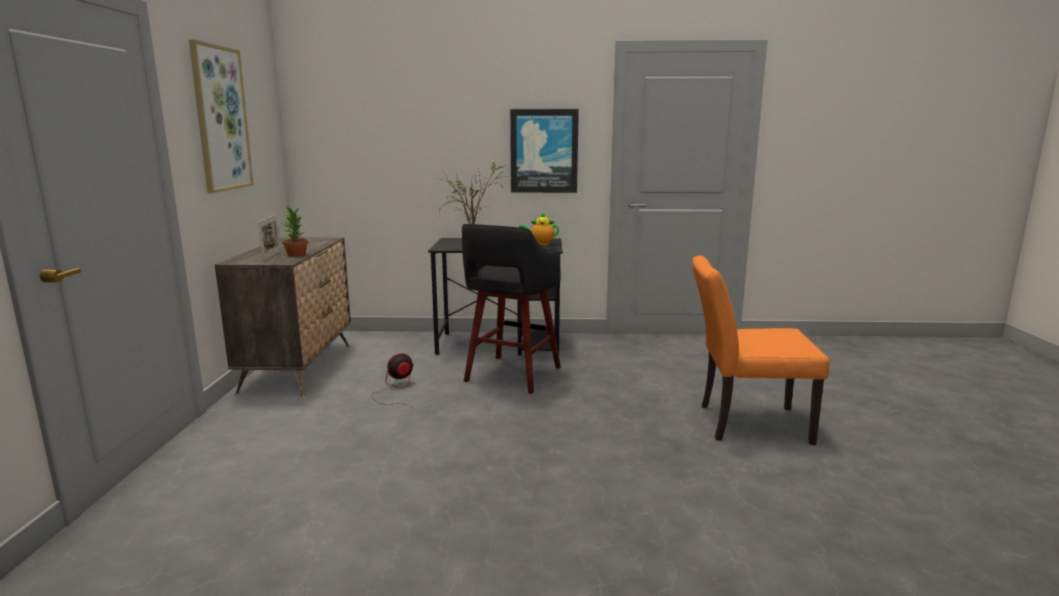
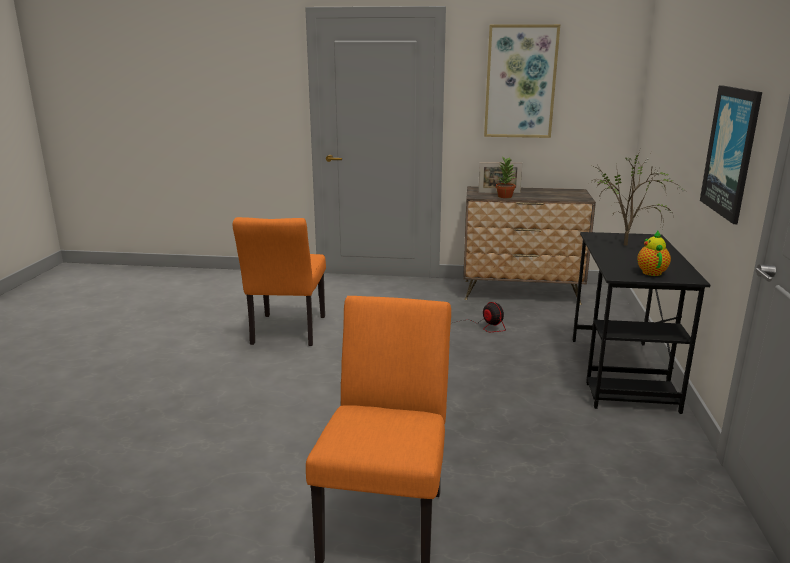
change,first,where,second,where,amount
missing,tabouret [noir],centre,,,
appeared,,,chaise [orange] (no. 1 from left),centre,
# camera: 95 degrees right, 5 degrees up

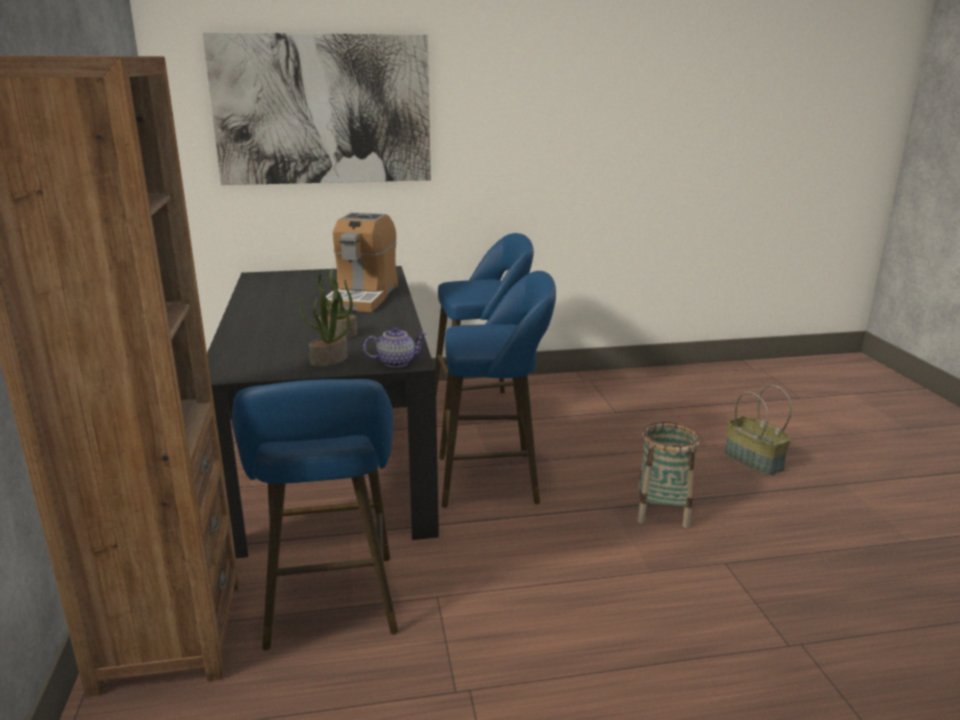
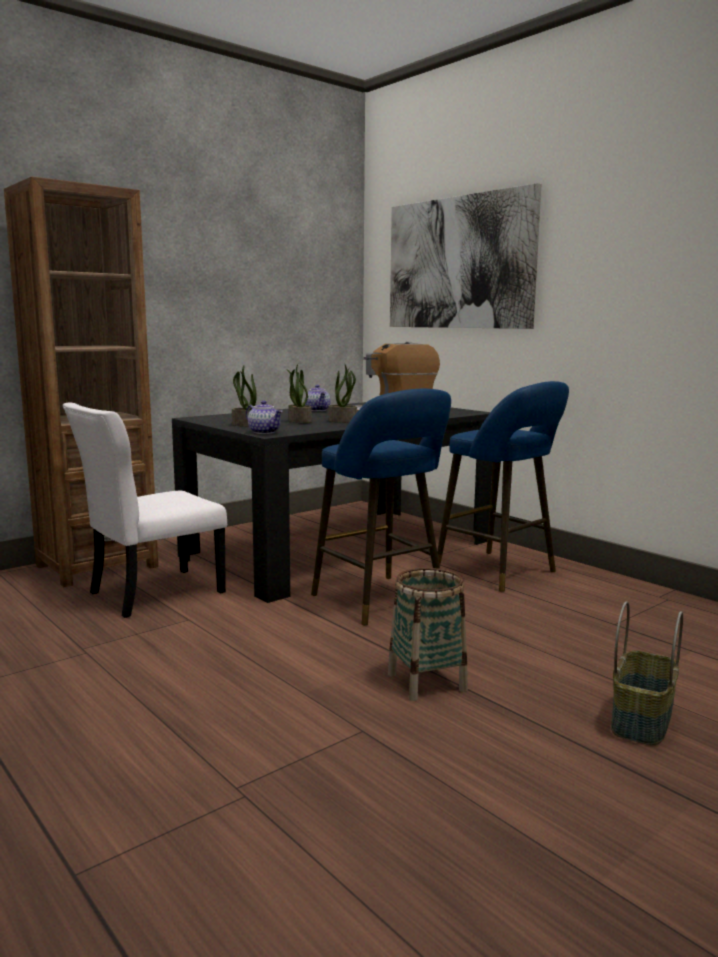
change,first,where,second,where,amount
exchanged,tabouret [bleu] (no. 1 from left),bottom left,chaise [blanc],middle left,
appeared,,,théière (no. 2 from left),centre,
appeared,,,plante en pot (no. 3 from left),centre,
# camera: 60 degrees right, 10 degrees down

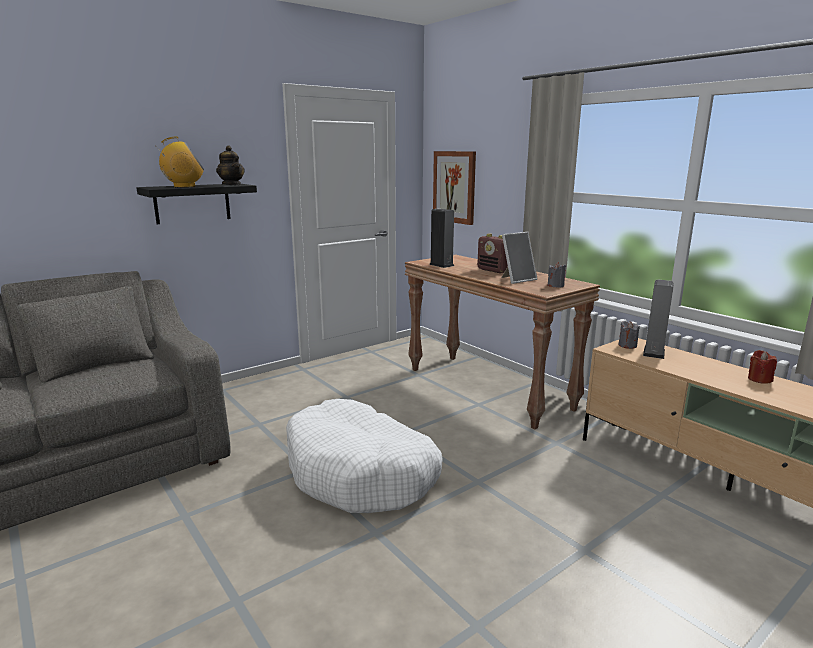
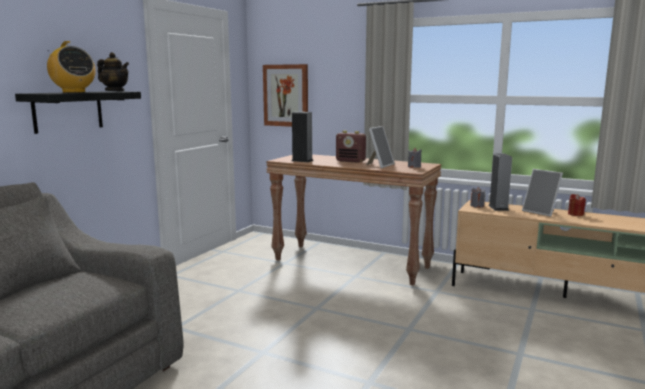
change,first,where,second,where,amount
spun,radio (no. 1 from left),top left,,top left,90 degrees clockwise
missing,panier pour chien [blanc],bottom centre,,,
appeared,,,cadre photo (no. 2 from left),middle right,
# camera: 25 degrees left, 5 degrees down

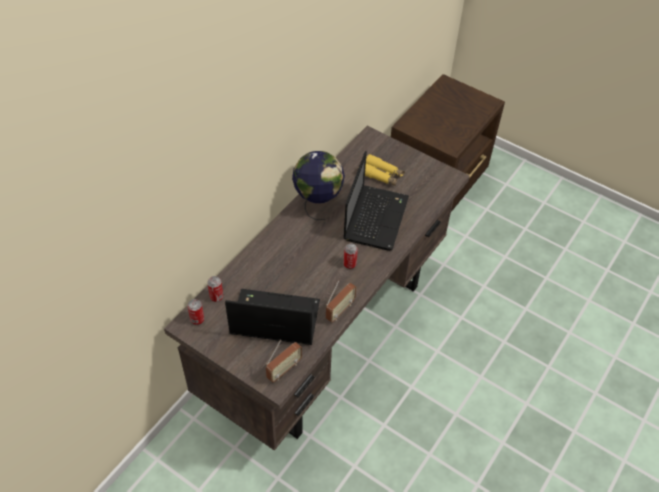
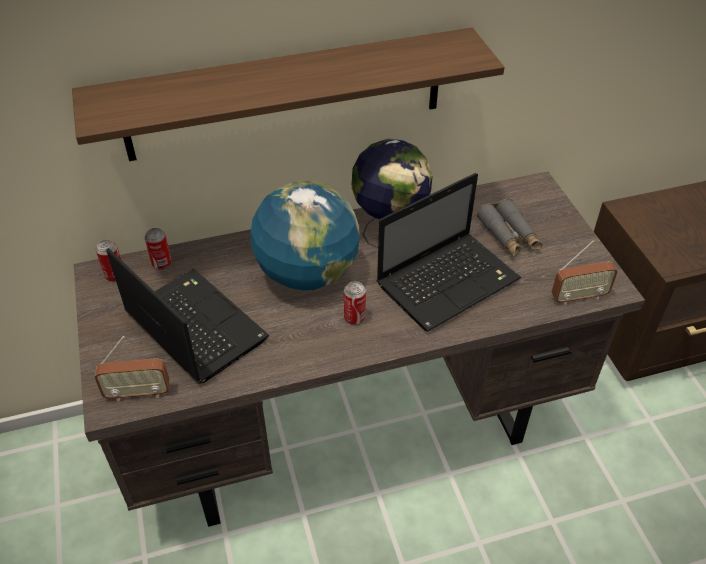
change,first,where,second,where,amount
relocated,radio (no. 2 from left),centre,,middle right,
colour,jumelles [jaune],centre,jumelles [gris],middle right,
appeared,,,étagère,top centre,
appeared,,,globe (no. 1 from left),centre,
# camera: 40 degrees right, 5 degrees down

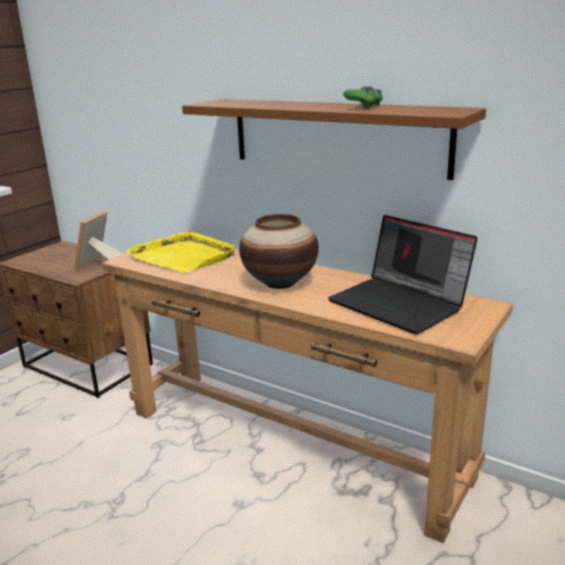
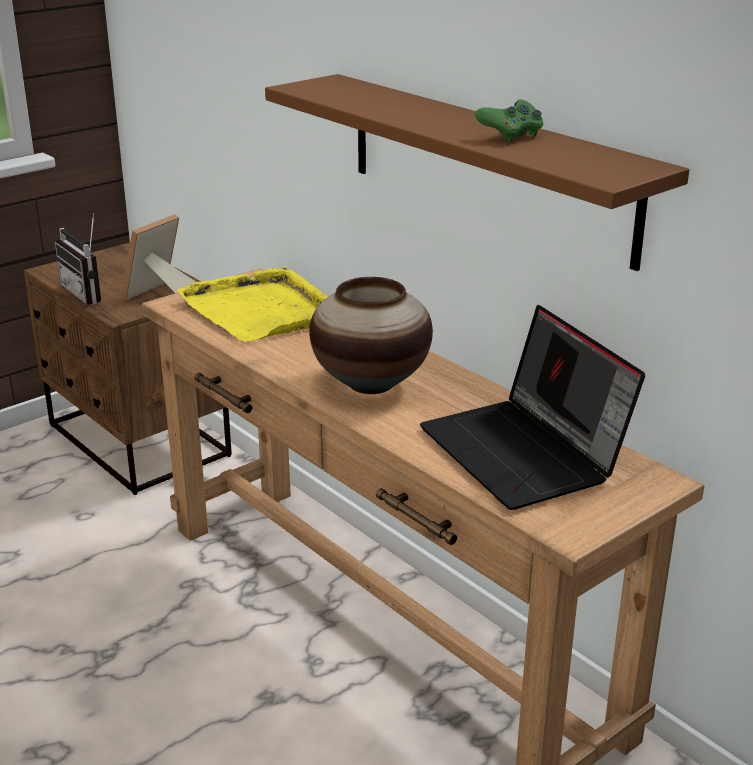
change,first,where,second,where,amount
appeared,,,radio,middle left,
# camera: 15 degrees right, 5 degrees up

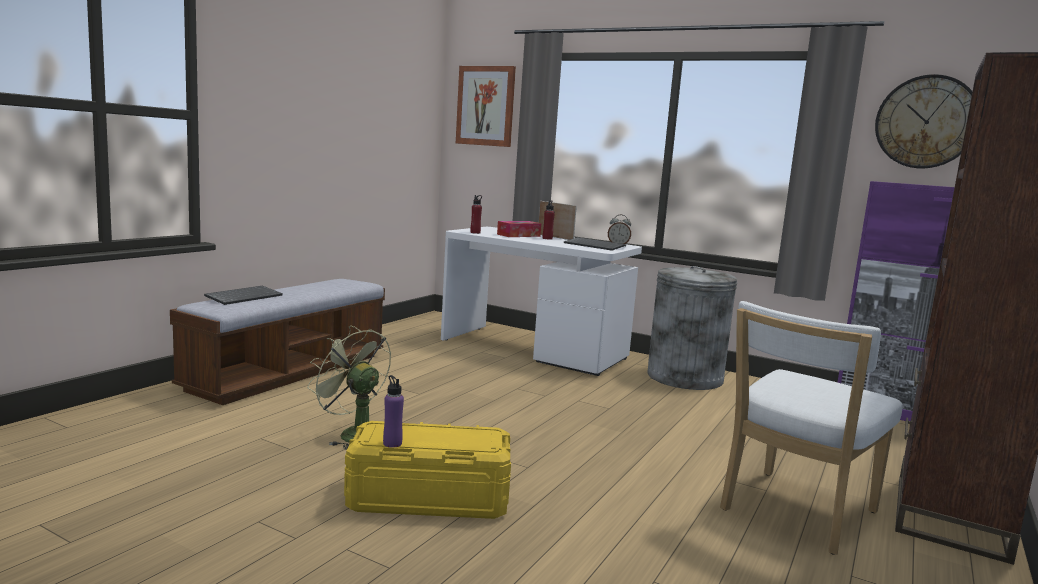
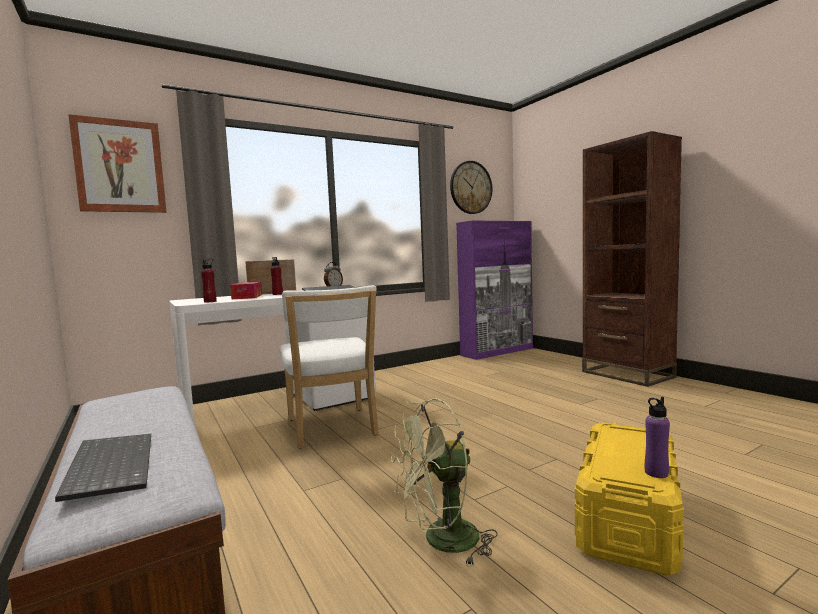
change,first,where,second,where,amount
missing,poubelle [gris],middle right,,,
relocated,chaise [blanc],bottom right,,centre,
# camera: 60 degrees left, 5 degrees down

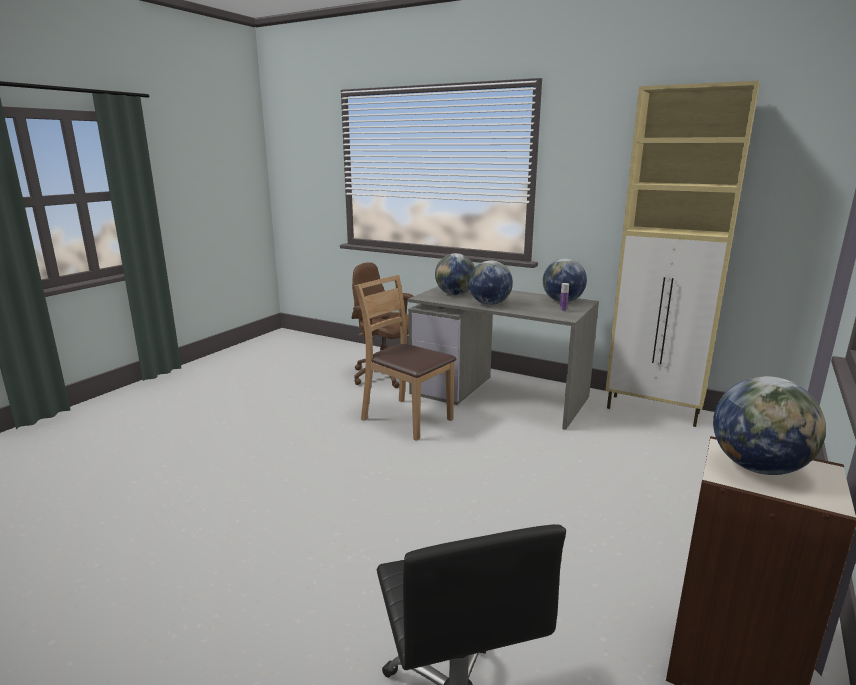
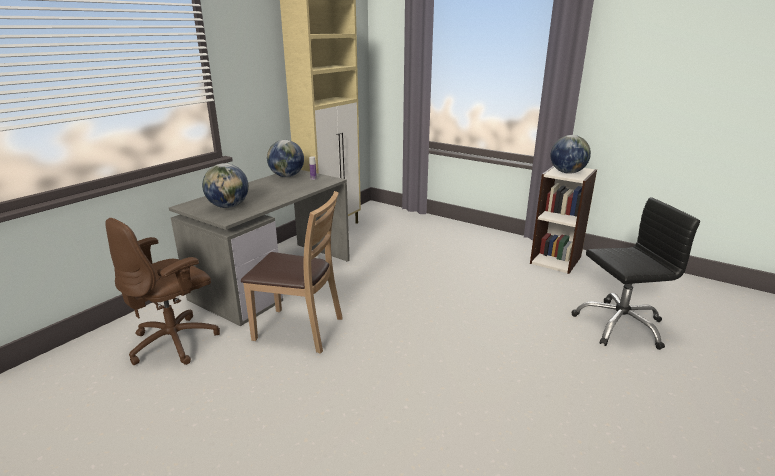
change,first,where,second,where,amount
spun,chaise [marron],centre,,centre,120 degrees counterclockwise
missing,globe (no. 2 from left),centre,,,
# camera: 85 degrees left, 5 degrees up

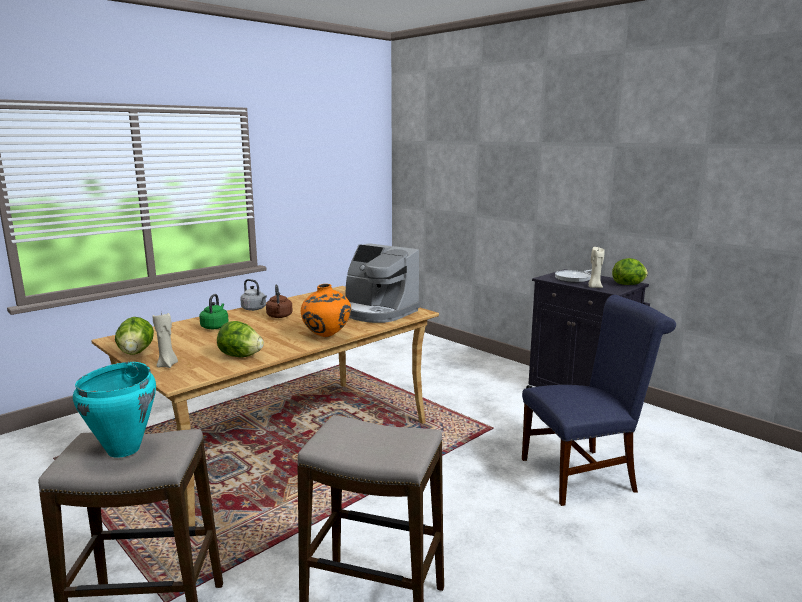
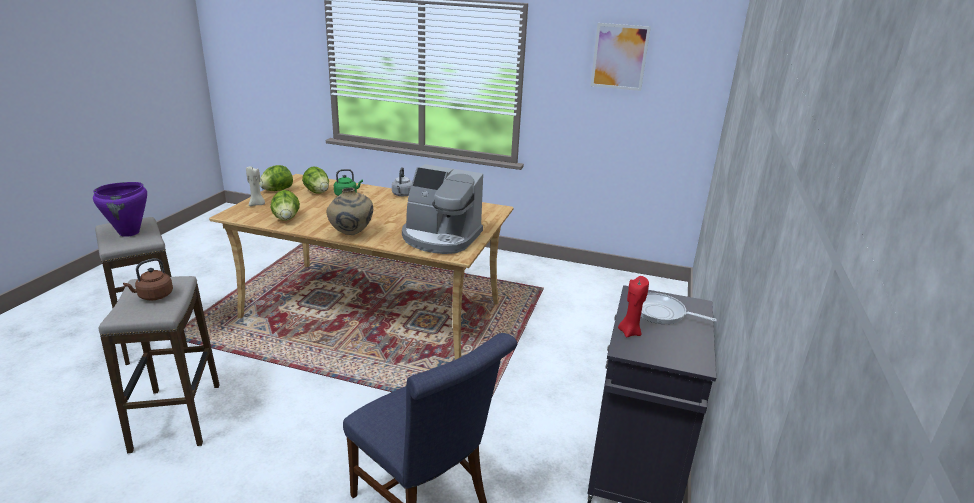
change,first,where,second,where,amount
colour,marmite [turquoise],bottom left,marmite [violet],middle left,
relocated,bouilloire [marron],centre,,middle left,
colour,vase [orange],centre,vase [beige],centre,
spun,machine à café,centre,,centre,75 degrees counterclockwise
colour,bougie [beige] (no. 2 from left),middle right,bougie [rouge],centre,
relocated,laitue (no. 3 from left),middle right,,middle left,
appeared,,,tableau,top centre,
# camera: 60 degrees right, 10 degrees up

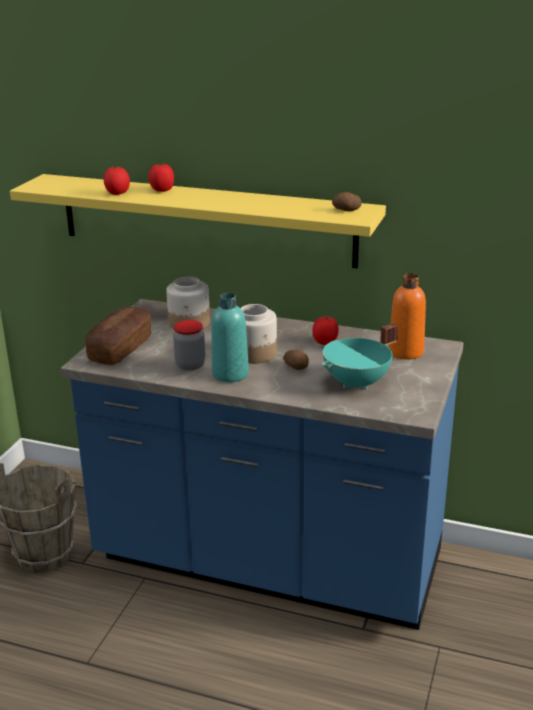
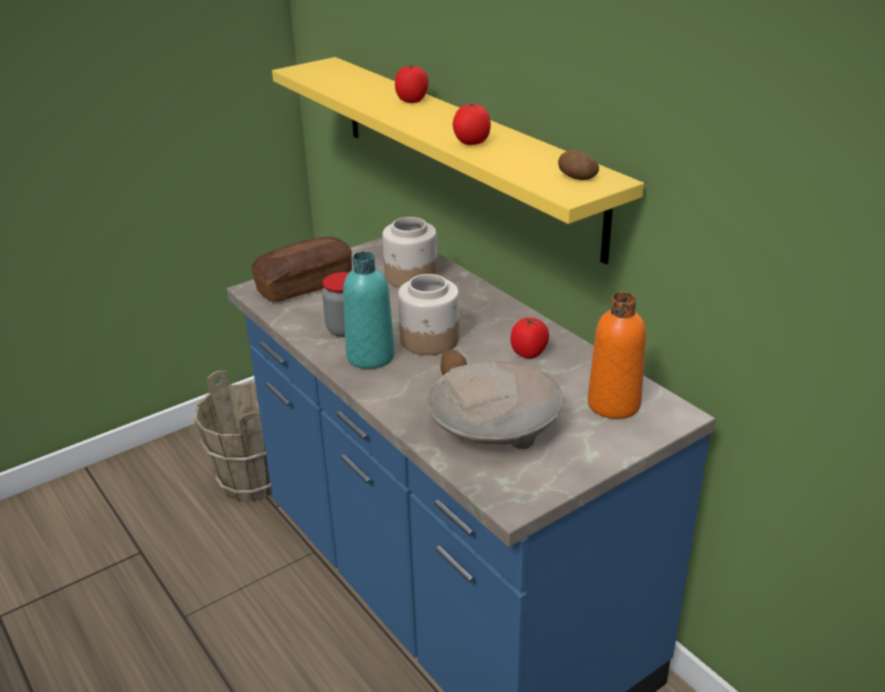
change,first,where,second,where,amount
relocated,tomate (no. 1 from left in the first image),top left,tomate (no. 2 from left),top centre,
exchanged,marmite [turquoise],middle right,bol [beige],centre,
# camera: 35 degrees right, 5 degrees up

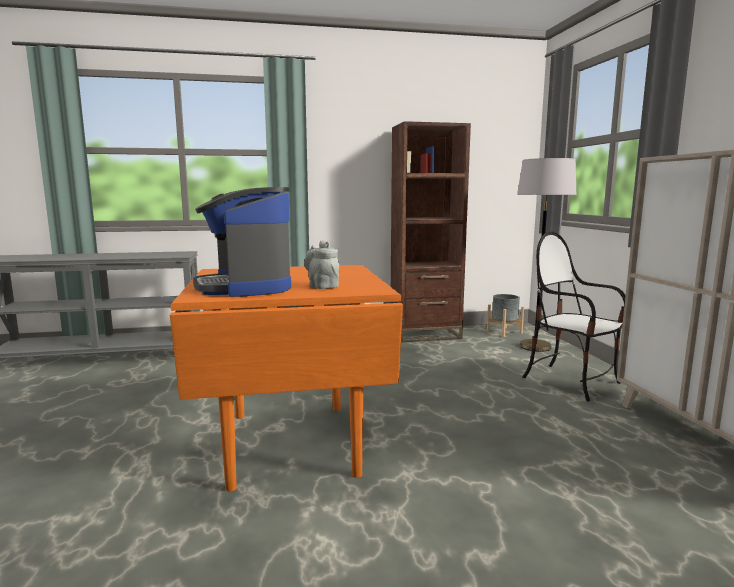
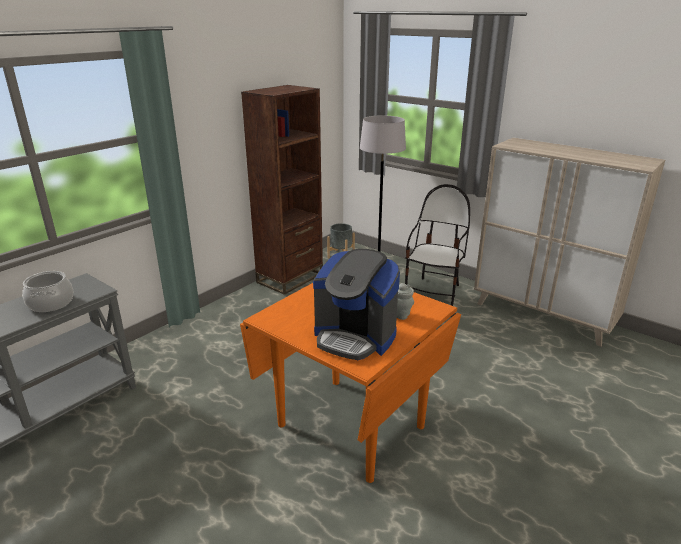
change,first,where,second,where,amount
spun,chaise,middle right,,centre,105 degrees clockwise
appeared,,,marmite,middle left,
# camera: 40 degrees left, 15 degrees up

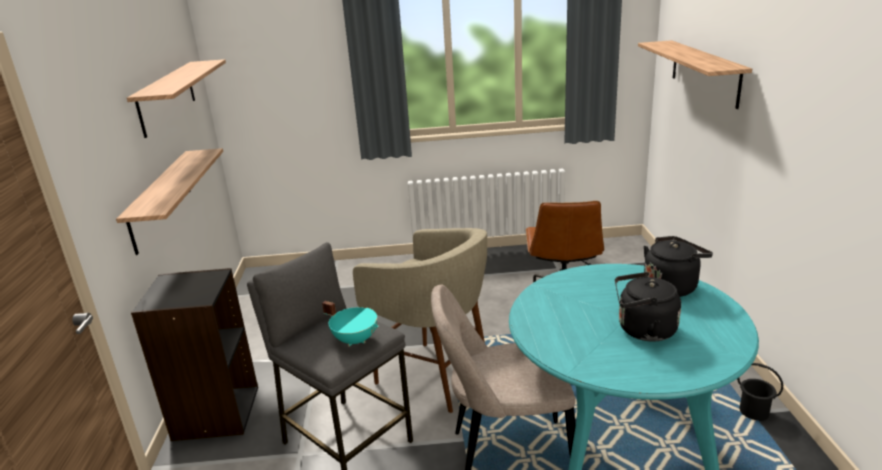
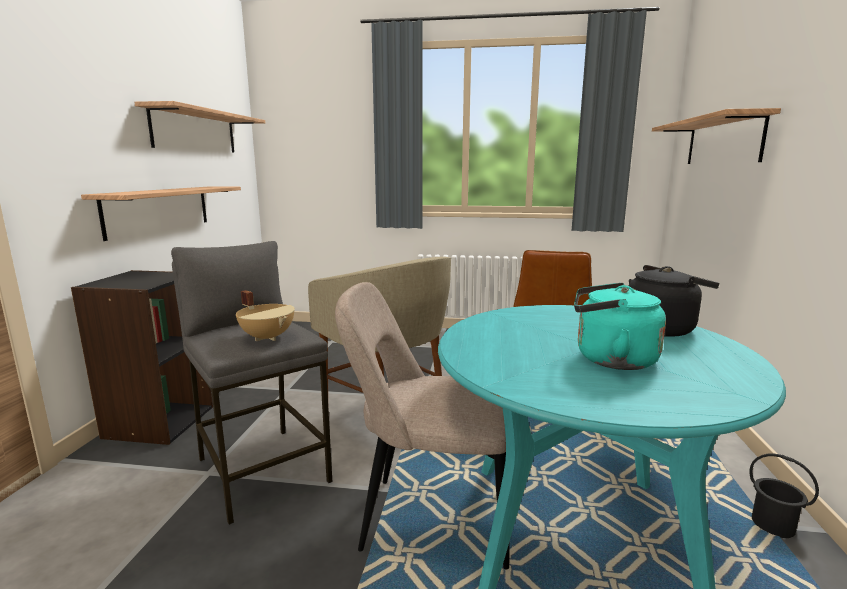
change,first,where,second,where,amount
colour,marmite [turquoise],bottom centre,marmite [beige],middle left,
colour,bouilloire [noir] (no. 1 from left),middle right,bouilloire [turquoise],middle right,
# camera: 10 degrees right, 10 degrees down

